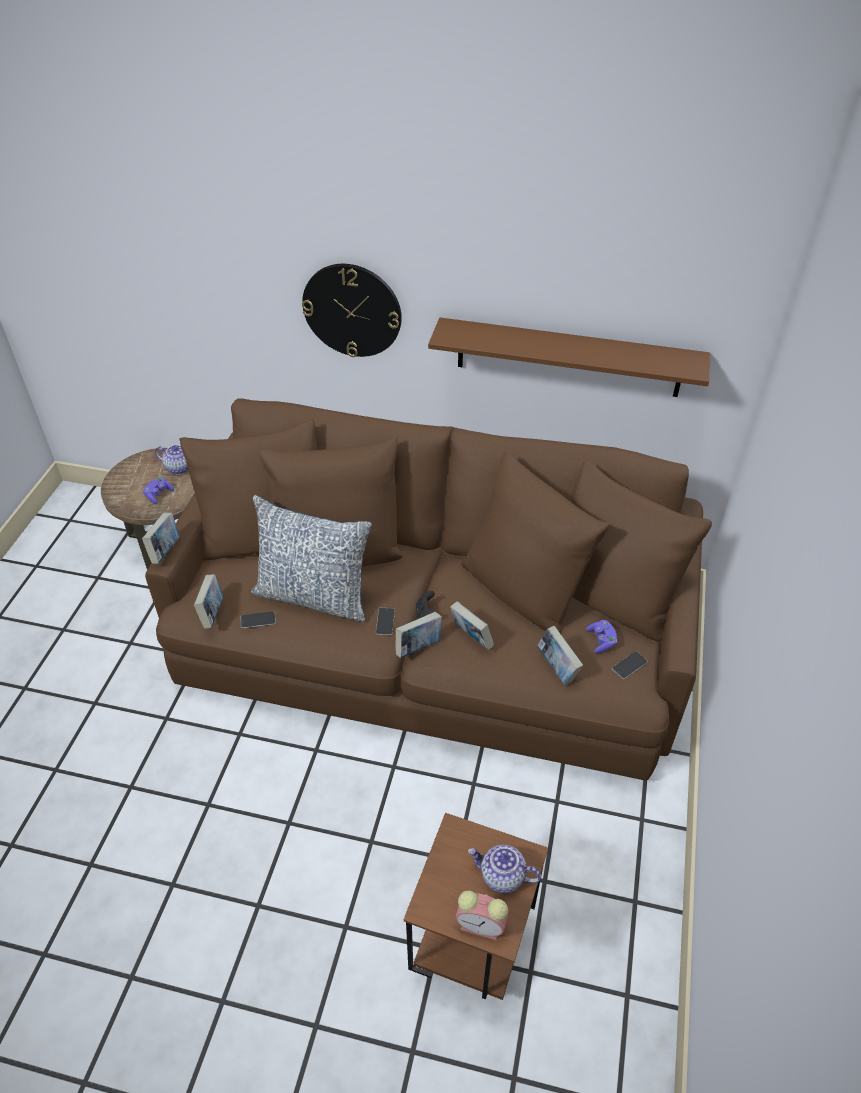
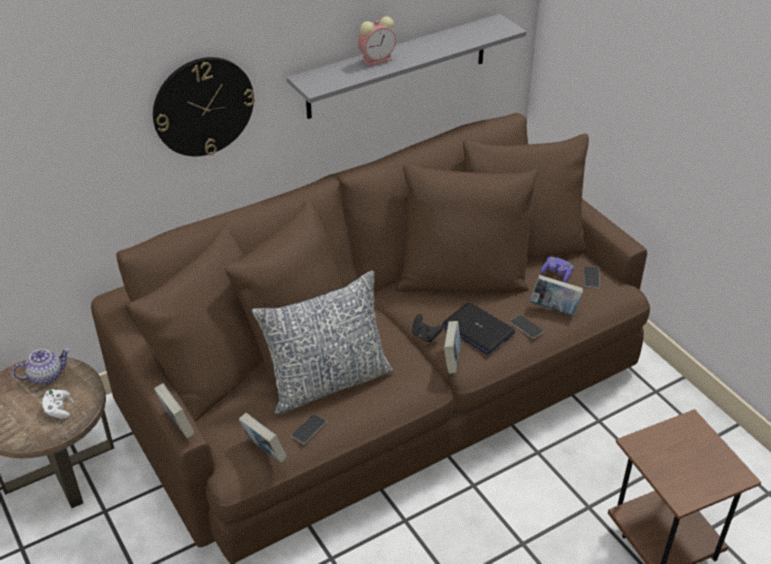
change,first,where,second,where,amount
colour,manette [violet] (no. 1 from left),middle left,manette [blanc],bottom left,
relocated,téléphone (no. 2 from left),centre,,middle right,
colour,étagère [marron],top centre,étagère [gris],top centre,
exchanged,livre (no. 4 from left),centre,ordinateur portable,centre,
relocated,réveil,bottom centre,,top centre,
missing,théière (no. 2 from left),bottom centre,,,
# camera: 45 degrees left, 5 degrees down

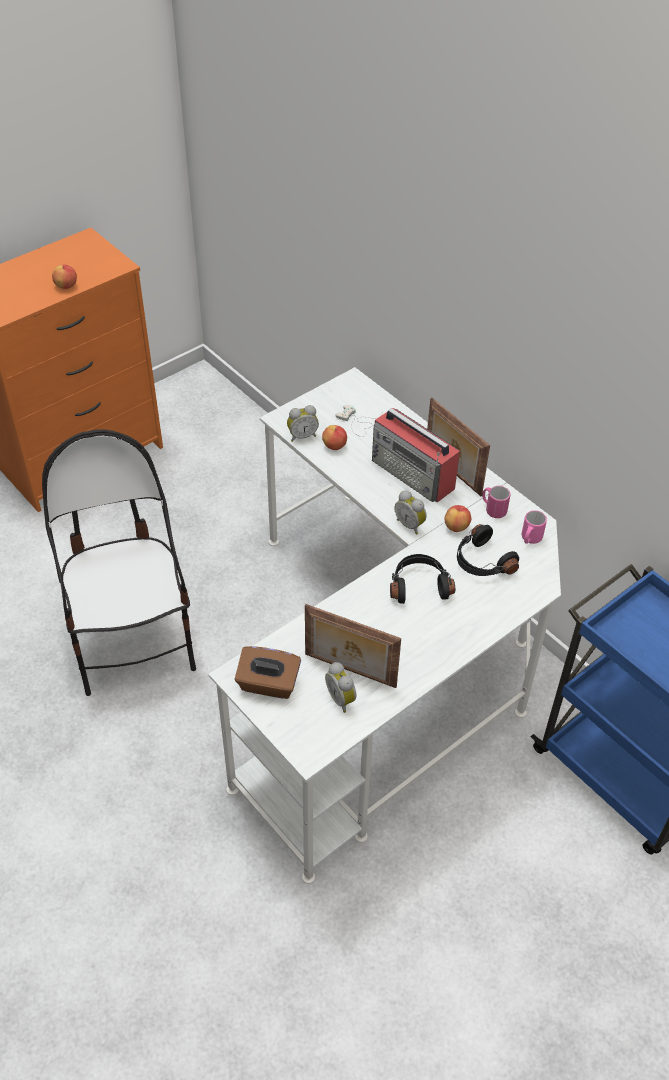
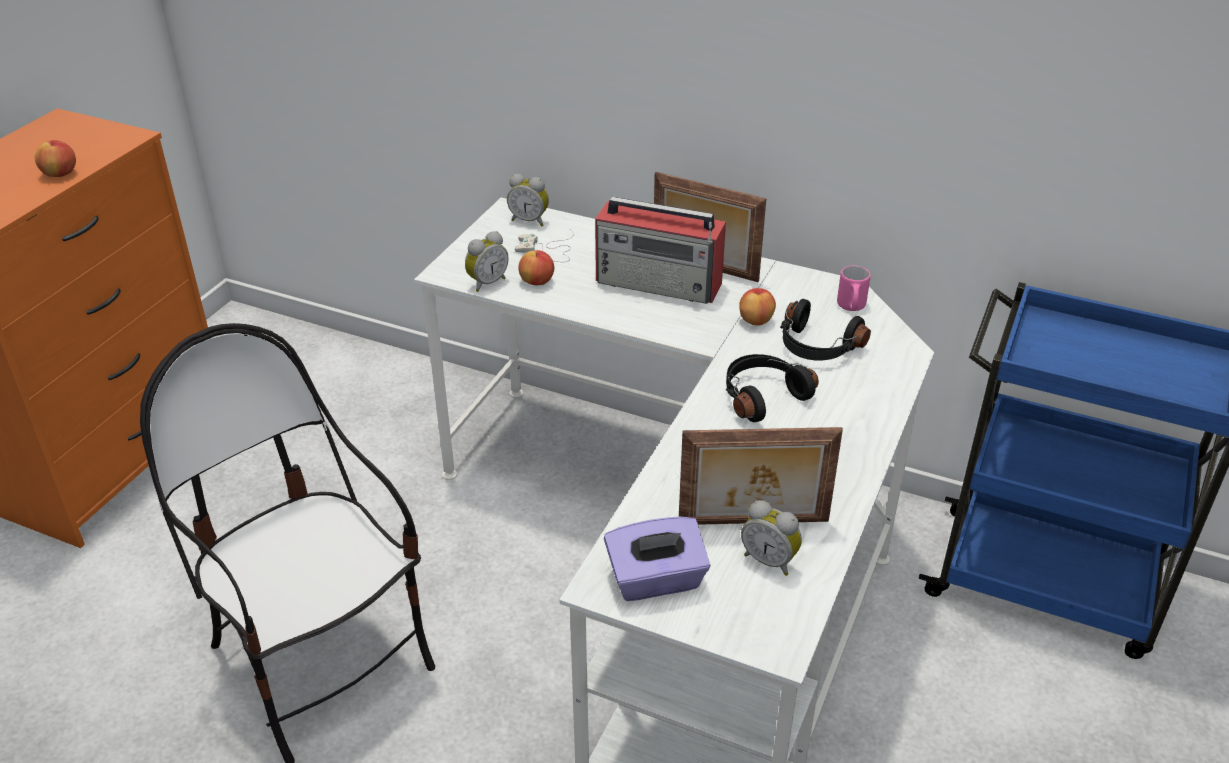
change,first,where,second,where,amount
colour,boîte à mouchoirs [marron],centre,boîte à mouchoirs [violet],bottom centre,
relocated,réveil (no. 3 from left in the first image),centre,réveil (no. 2 from left),top centre,
missing,mug [rose] (no. 1 from left),middle right,,,
# camera: 25 degrees left, 10 degrees down

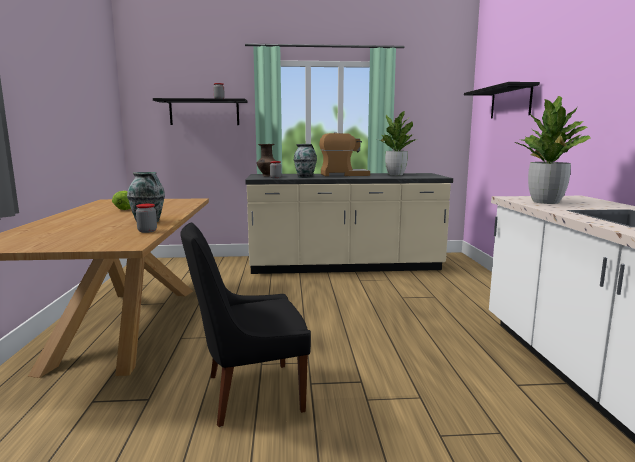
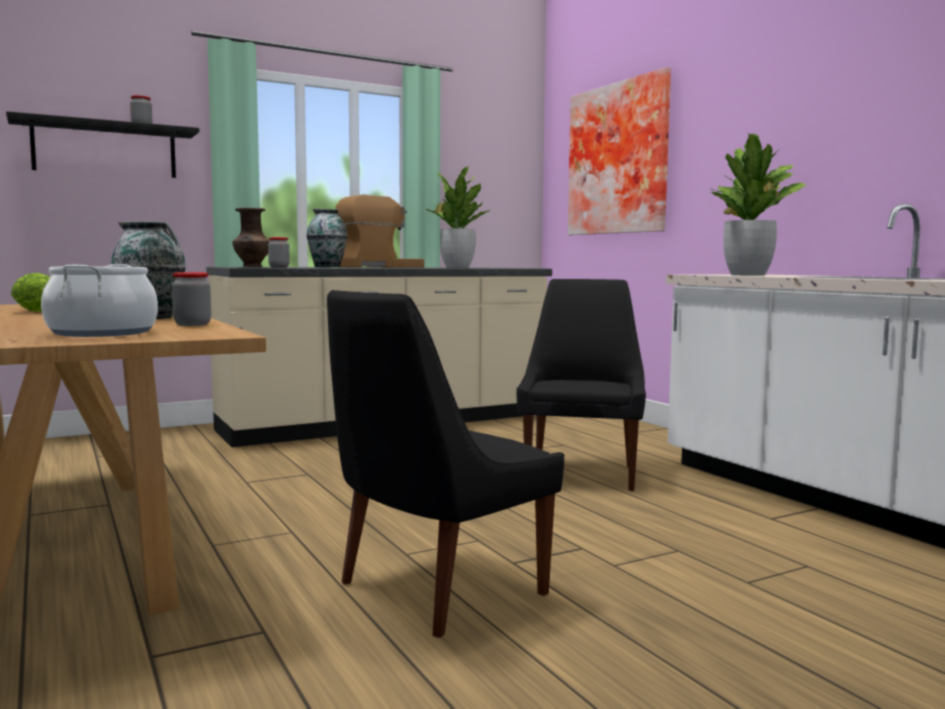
change,first,where,second,where,amount
exchanged,étagère [noir] (no. 2 from left),top right,tableau,top centre,
appeared,,,marmite,middle left,
appeared,,,chaise [noir] (no. 2 from left),centre,
# camera: 25 degrees left, 5 degrees down

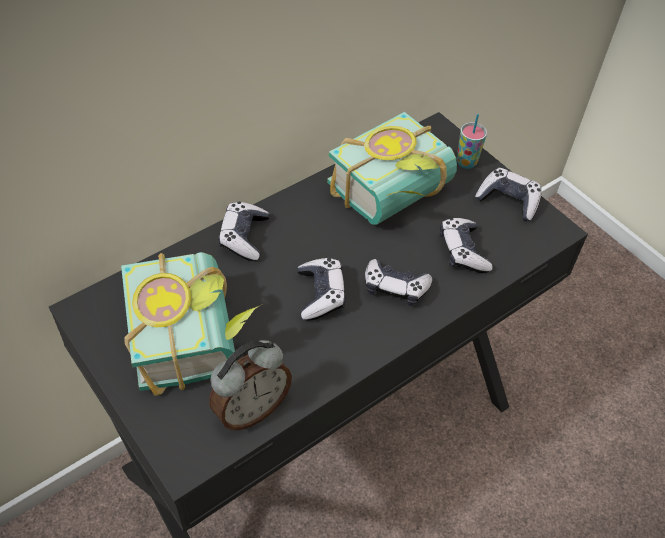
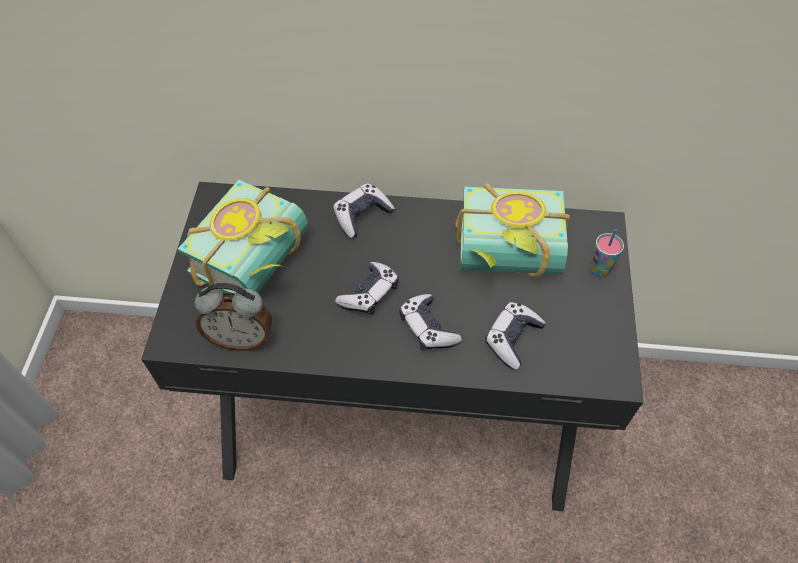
change,first,where,second,where,amount
missing,manette (no. 5 from left),middle right,,,
# camera: 45 degrees right, 5 degrees up

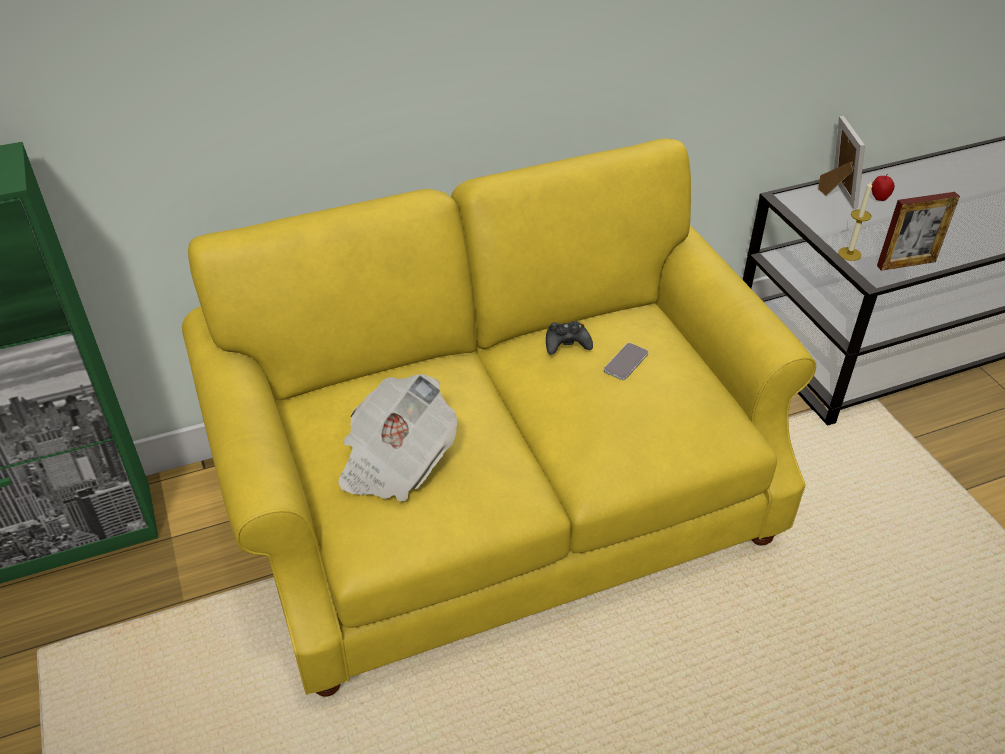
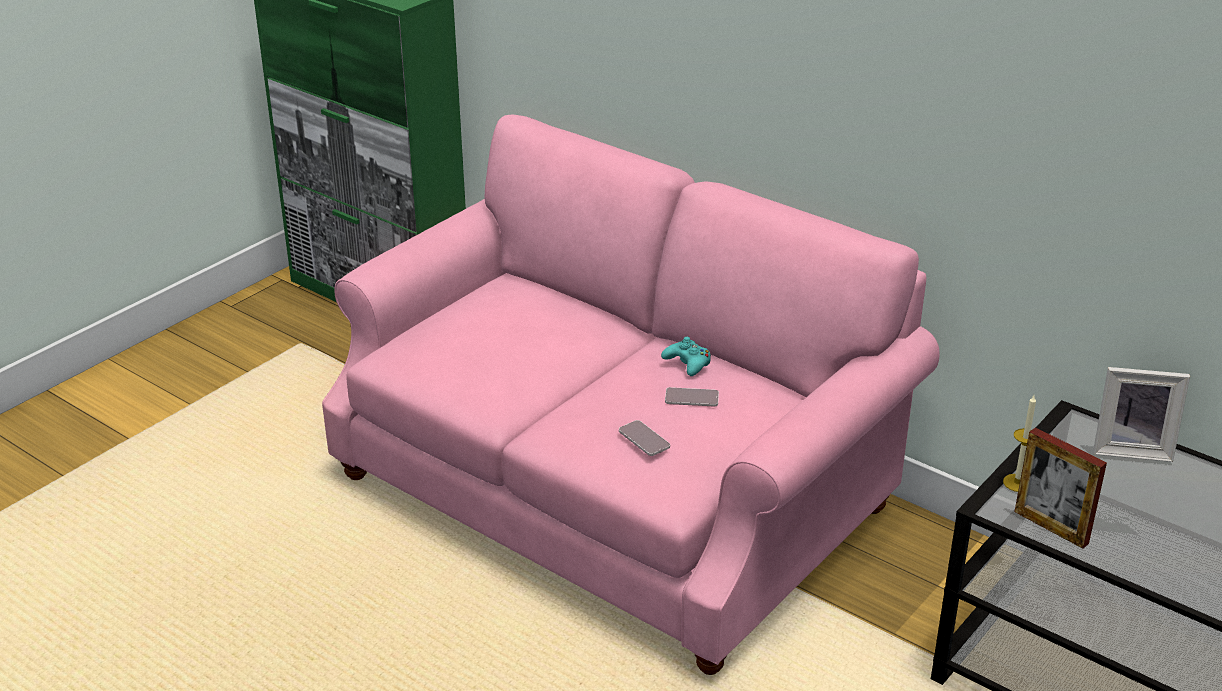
change,first,where,second,where,amount
colour,canapé [jaune],centre,canapé [rose],centre,
missing,journal,centre,,,
colour,manette [noir],centre,manette [turquoise],centre,
spun,cadre photo (no. 1 from left in the first image),top right,cadre photo (no. 2 from left),middle right,45 degrees clockwise
missing,pomme,top right,,,
appeared,,,téléphone (no. 1 from left),centre,
# camera: 60 degrees right, 10 degrees down

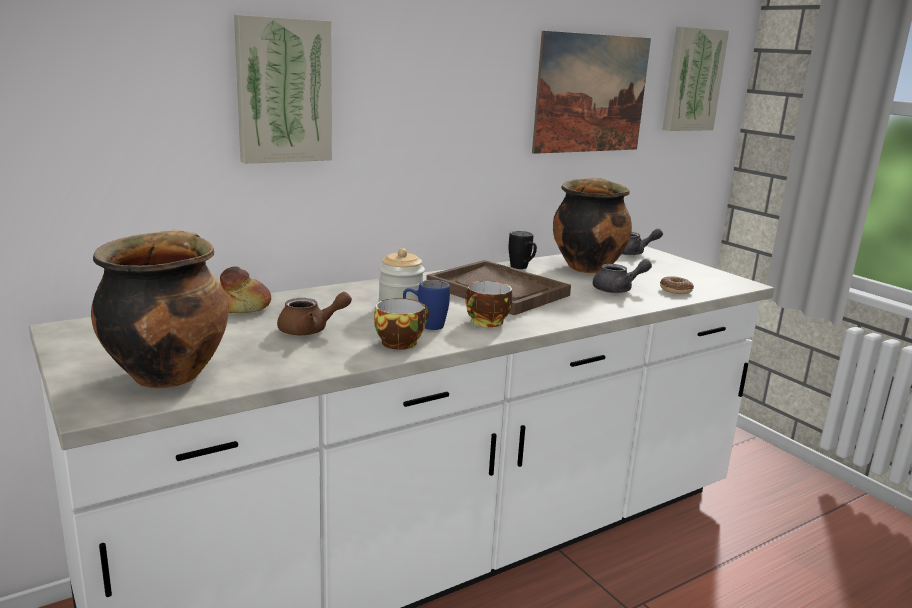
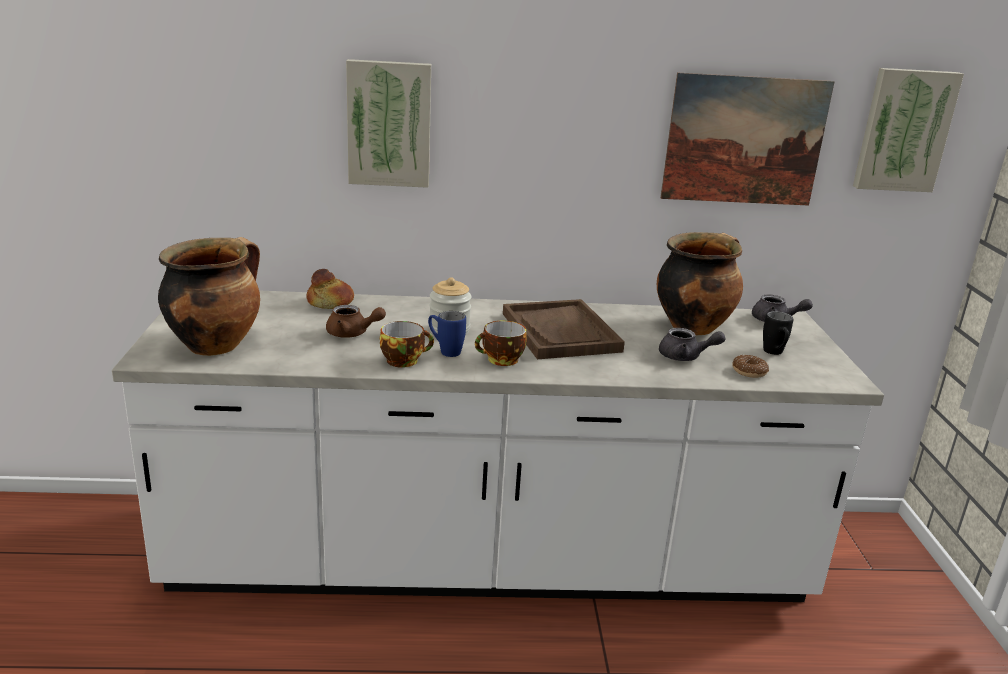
change,first,where,second,where,amount
relocated,mug [noir],centre,,middle right,
# camera: 30 degrees right, 5 degrees up

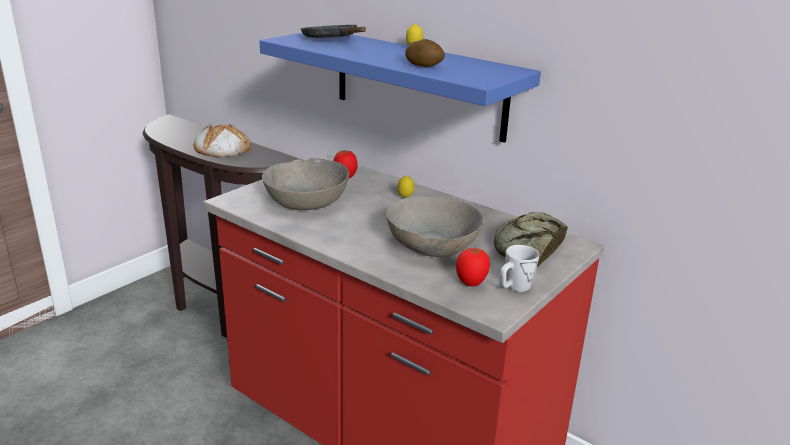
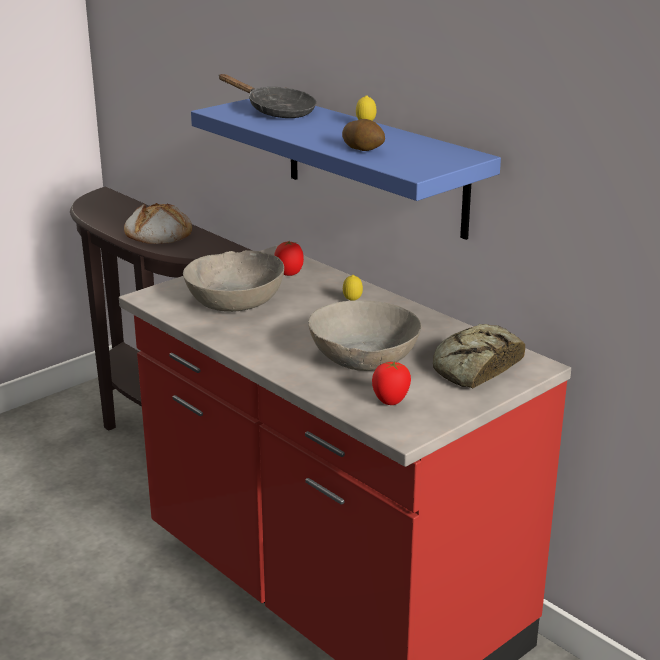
change,first,where,second,where,amount
spun,poêle [noir],top centre,,top centre,150 degrees clockwise
missing,mug [blanc],centre,,,
# camera: 10 degrees right, 0 degrees up

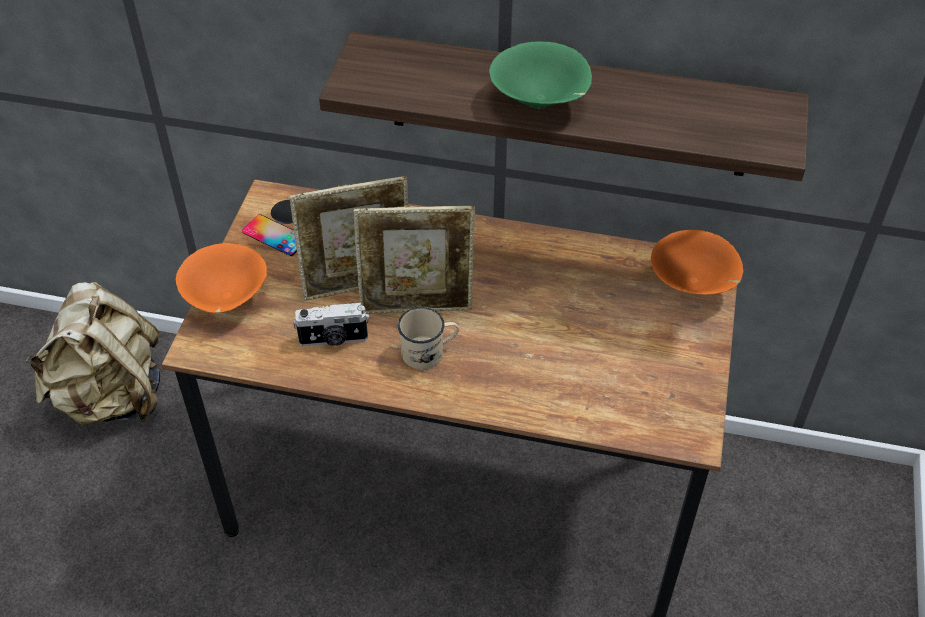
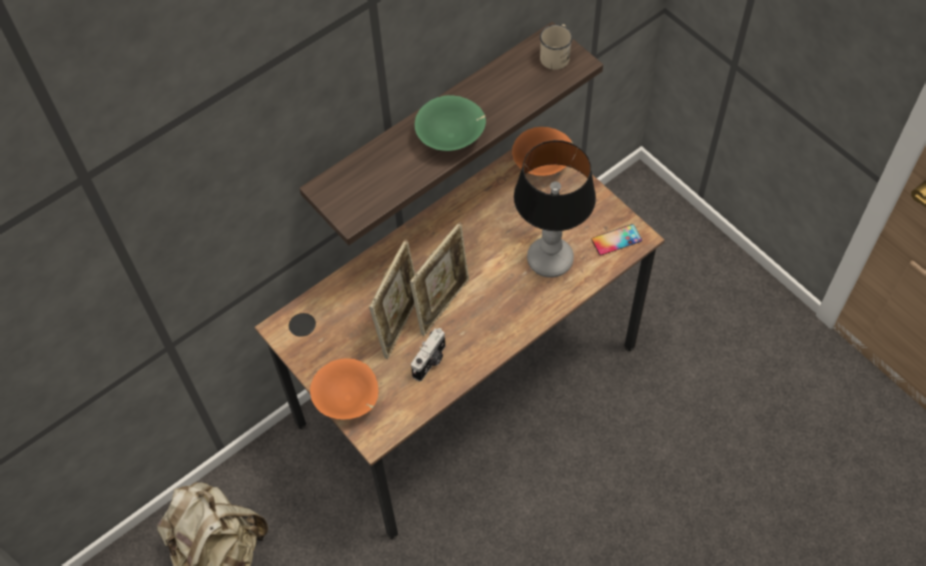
change,first,where,second,where,amount
relocated,téléphone,middle left,,centre,
relocated,mug [beige],centre,,top centre,
appeared,,,lampe de table,centre,
# camera: 50 degrees left, 10 degrees up

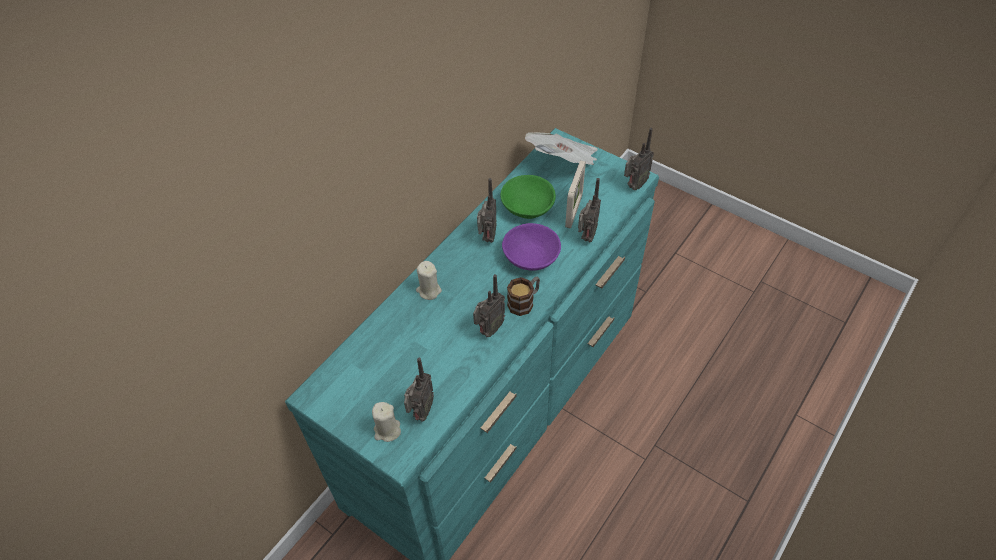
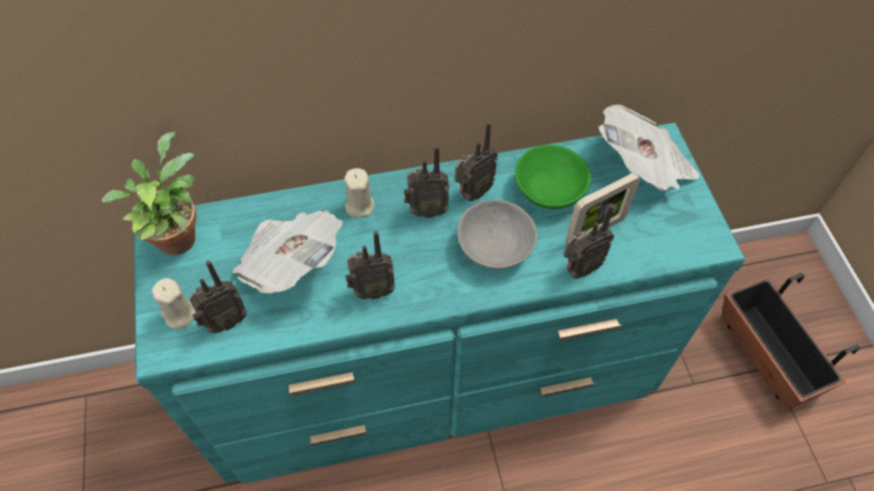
change,first,where,second,where,amount
colour,bol [violet],centre,bol [gris],centre,
missing,mug,centre,,,
relocated,radio (no. 5 from left in the first image),top centre,radio (no. 3 from left),centre,
appeared,,,plante en pot,middle left,
appeared,,,journal (no. 1 from left),middle left,
appeared,,,cache-pot,bottom right,
# camera: 40 degrees right, 5 degrees up

